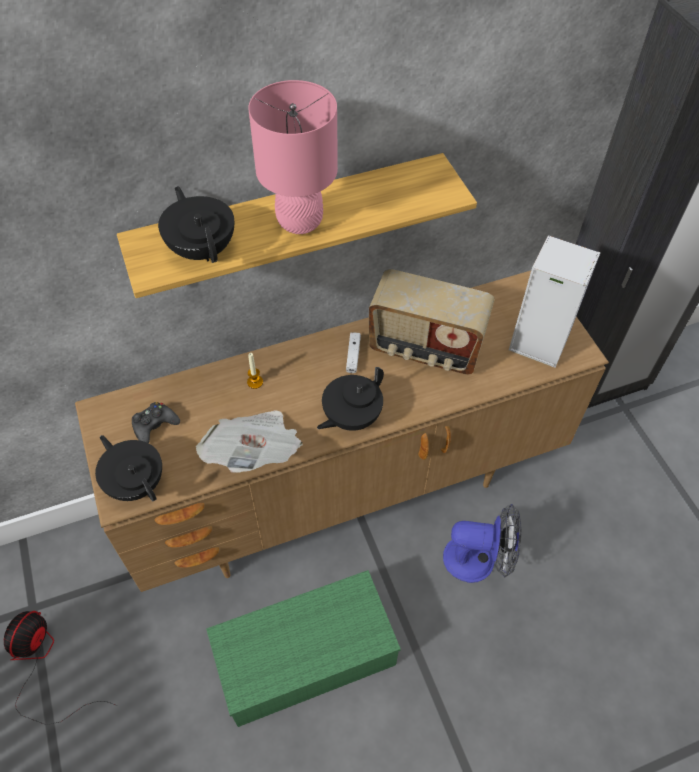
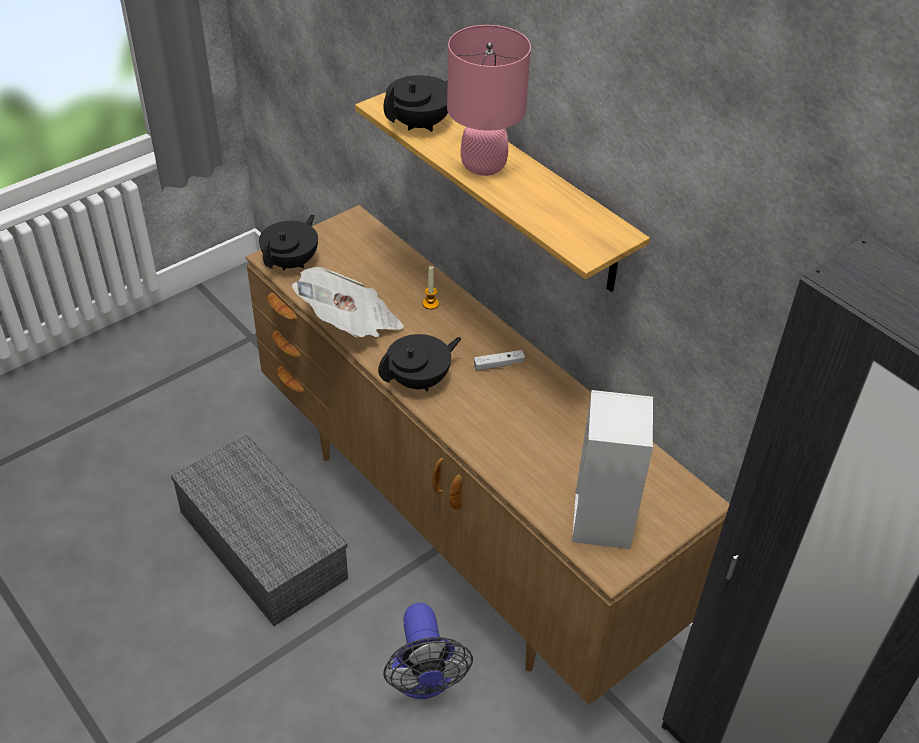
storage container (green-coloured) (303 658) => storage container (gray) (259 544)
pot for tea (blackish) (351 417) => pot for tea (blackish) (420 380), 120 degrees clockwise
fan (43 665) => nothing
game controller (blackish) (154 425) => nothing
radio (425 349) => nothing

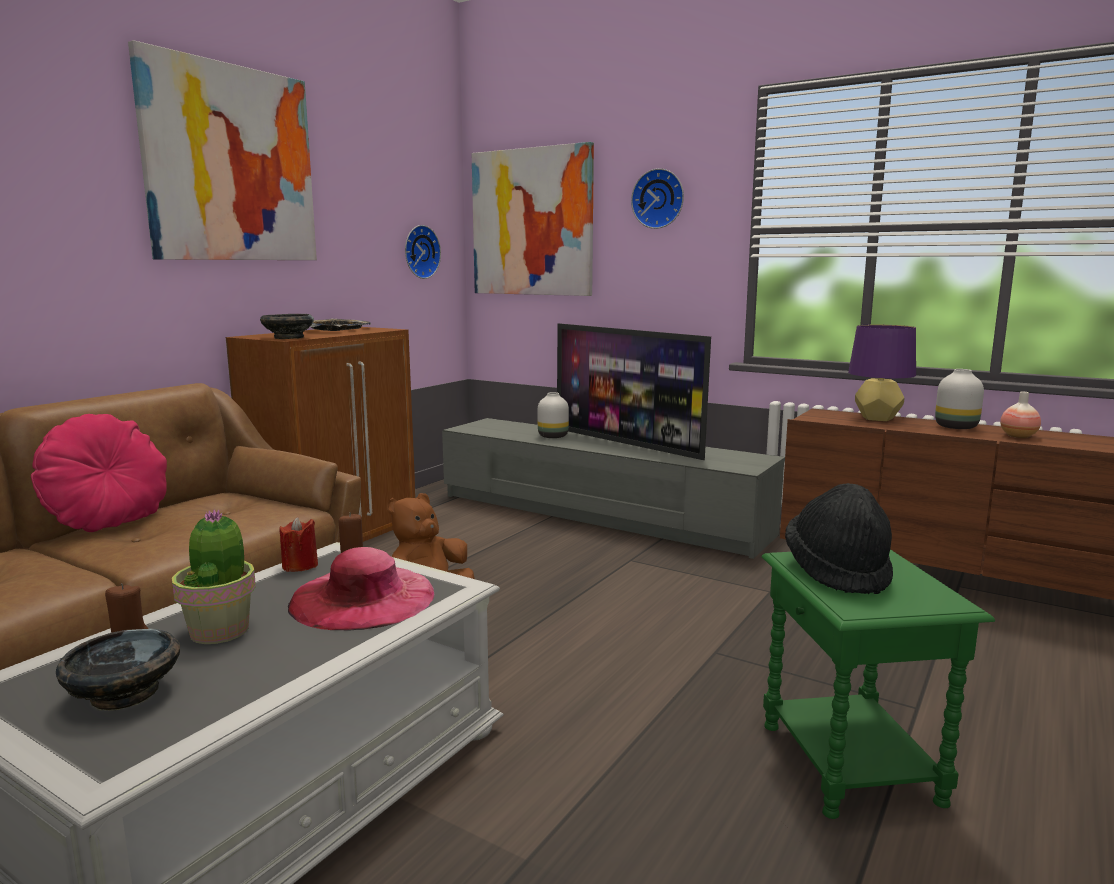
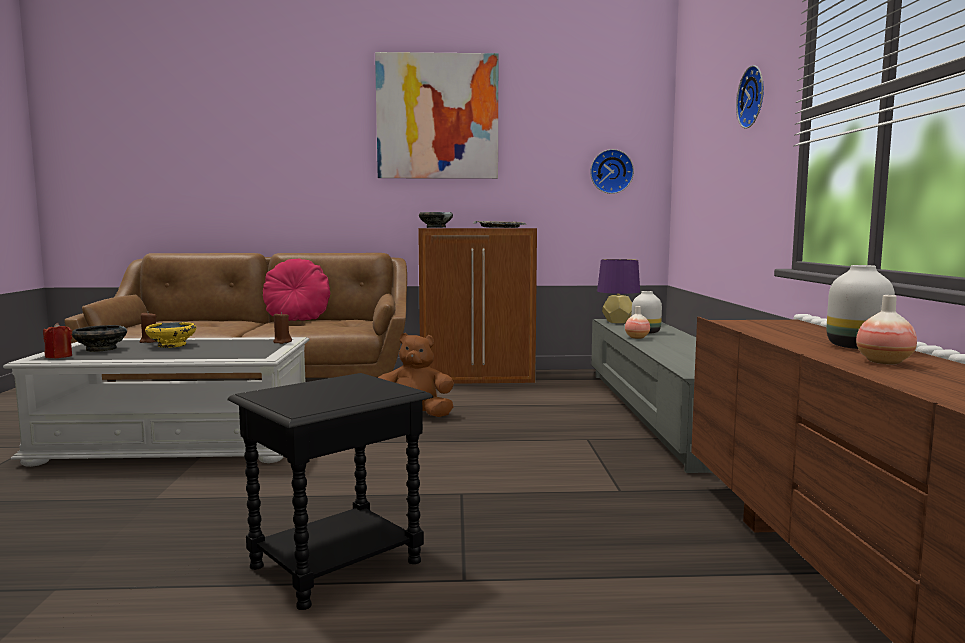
candle (red-coloured) (300 566) => candle (red-coloured) (59 356), move
houseplant (220 630) => serving bowl (yellow-coloured) (171 345)
end table (green-coloured) (852 761) => end table (blackish) (337 564)
tabletop lamp (purplish) (877 418) => tabletop lamp (purplish) (617 322), move
nothing => vase (637 338)
clothing hat (pink-coloured) (363 598) => nothing
picture (532 222) => nothing
television (627 443) => nothing
clothing hat (blackish) (838 572) => nothing

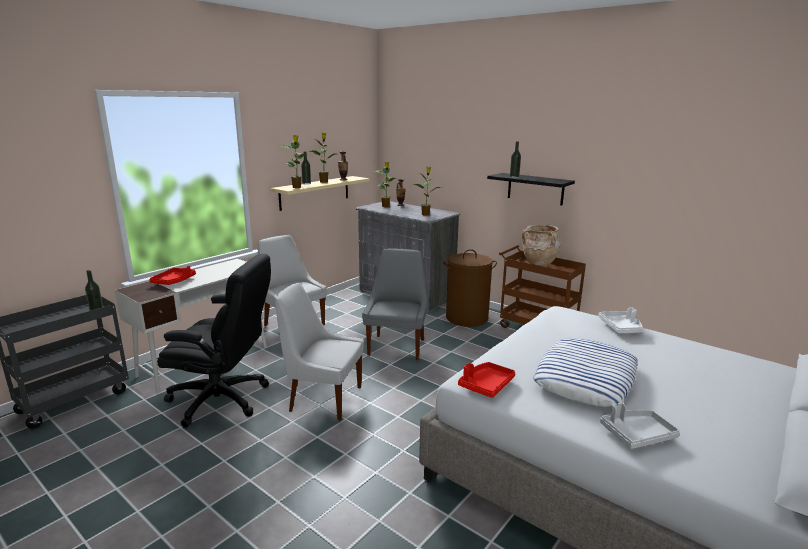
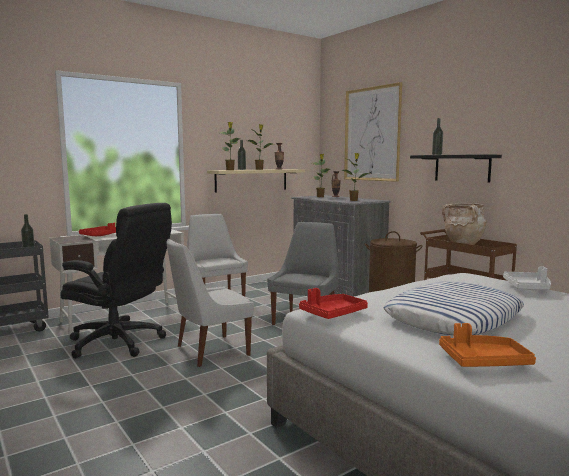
plain chair (white-coloured) (323 398) => plain chair (white-coloured) (209 351), 60 degrees counterclockwise
nothing => picture (372 134)
carrying tray (gray) (636 434) => carrying tray (orange) (483 361)

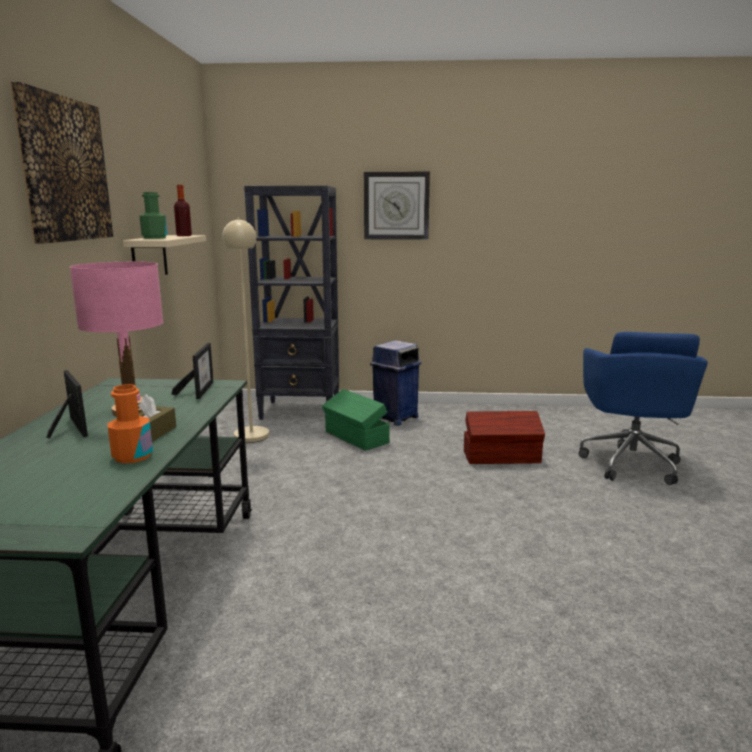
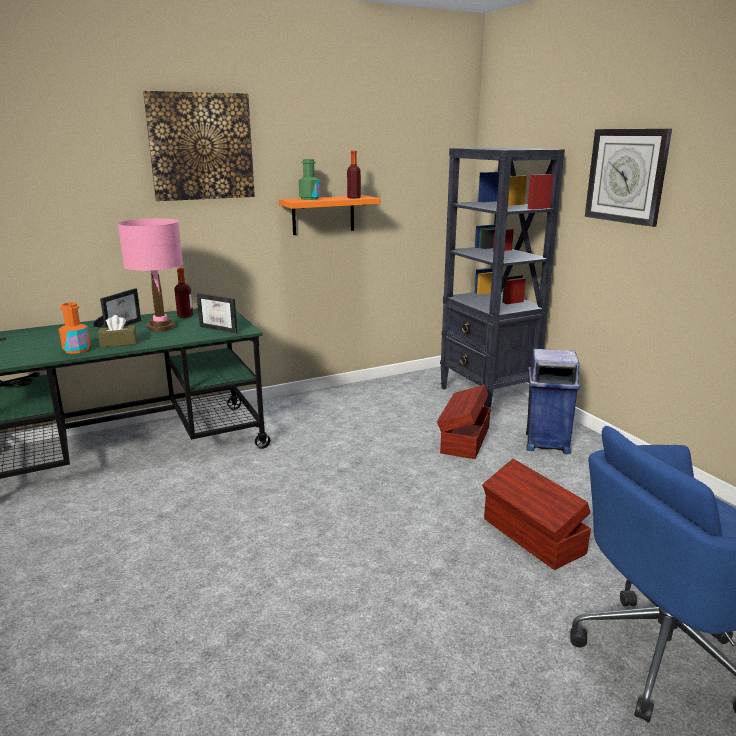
nothing => drink bottle (185 316)
picture frame (199 390) => picture frame (222 328), 60 degrees clockwise
bracket shelf (beige-coloured) (149 258) => bracket shelf (orange) (323 215)
storage container (green-coloured) (356 438) => storage container (brown-coloured) (464 440)
floor lamp (beige-coloured) (252 440) => nothing

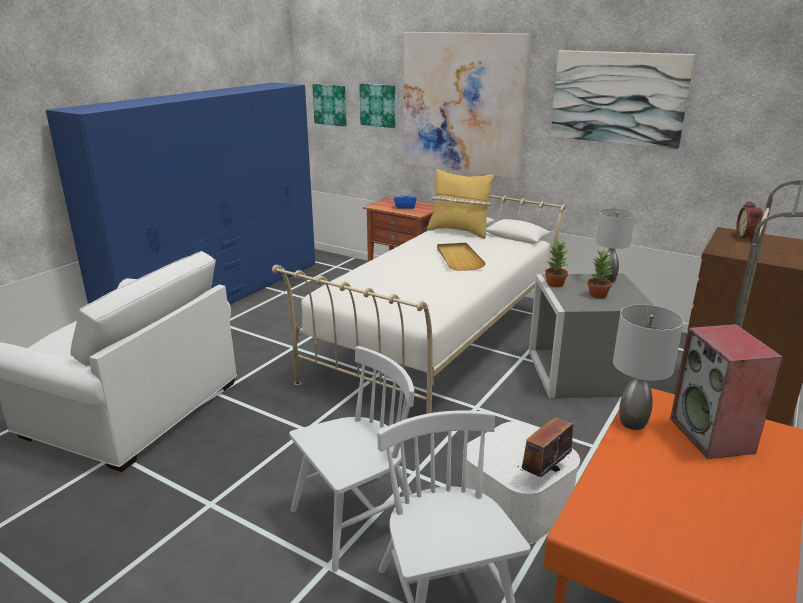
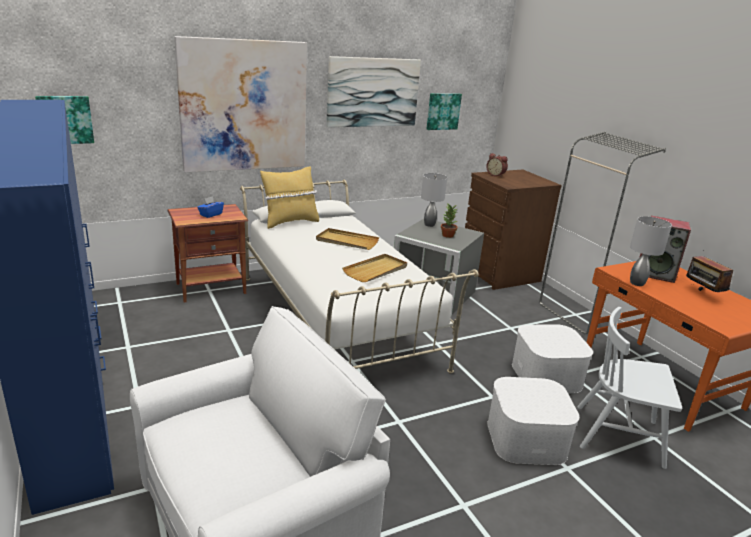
nothing => carrying tray (beige-coloured) (376 270)
picture (378 105) => picture (443 111), move
plain chair (white-coloured) (357 519) => storage container (white-coloured) (526 438)
radio (544 473) => radio (702 294), move
houseplant (555 284) => nothing

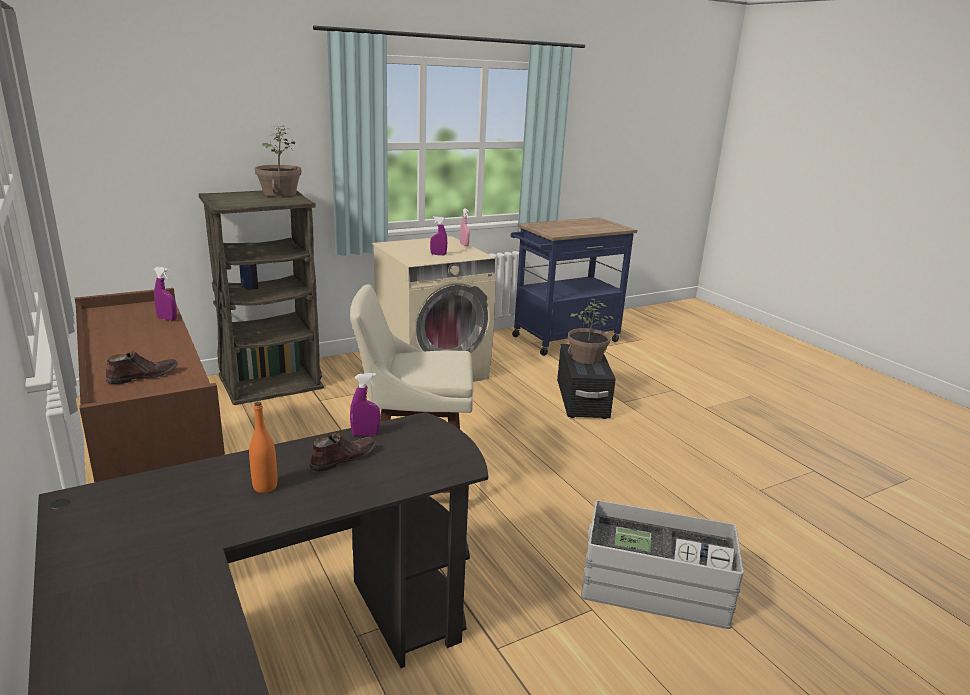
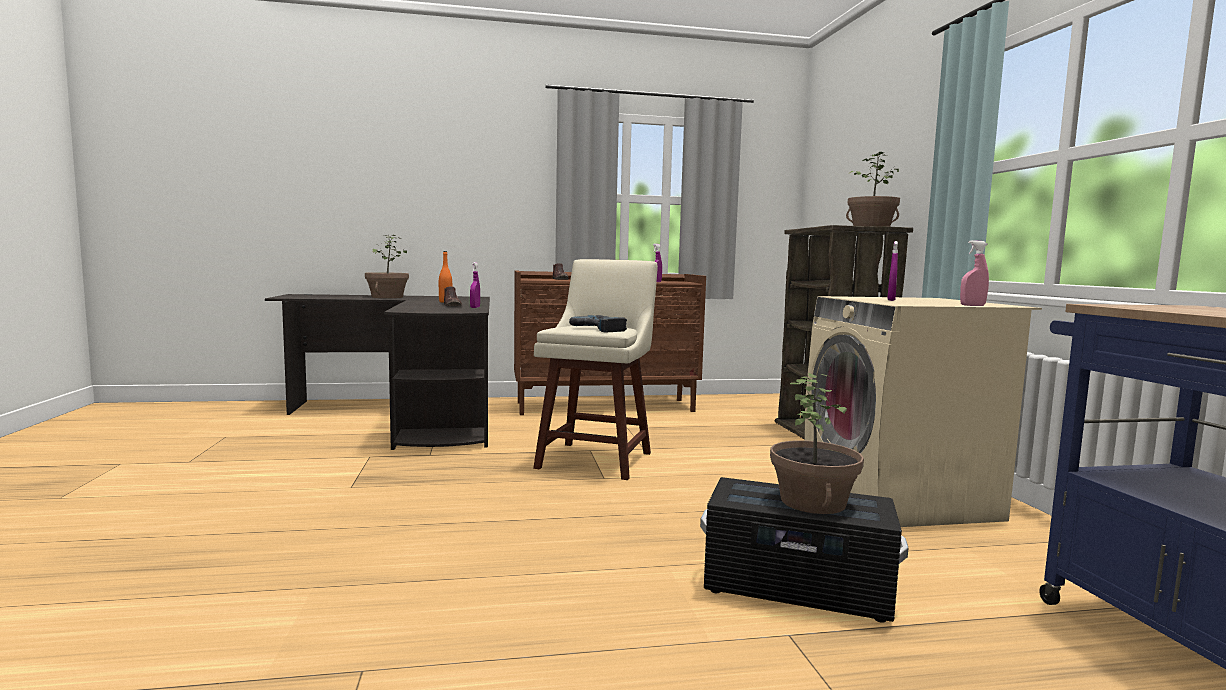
nothing => houseplant (387 297)
nothing => drill (603 329)
storage container (gray) (655 585) => nothing

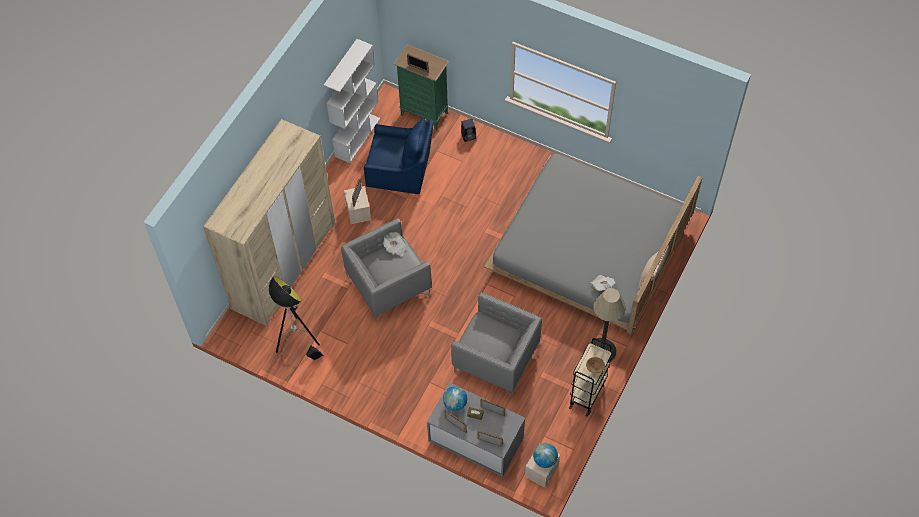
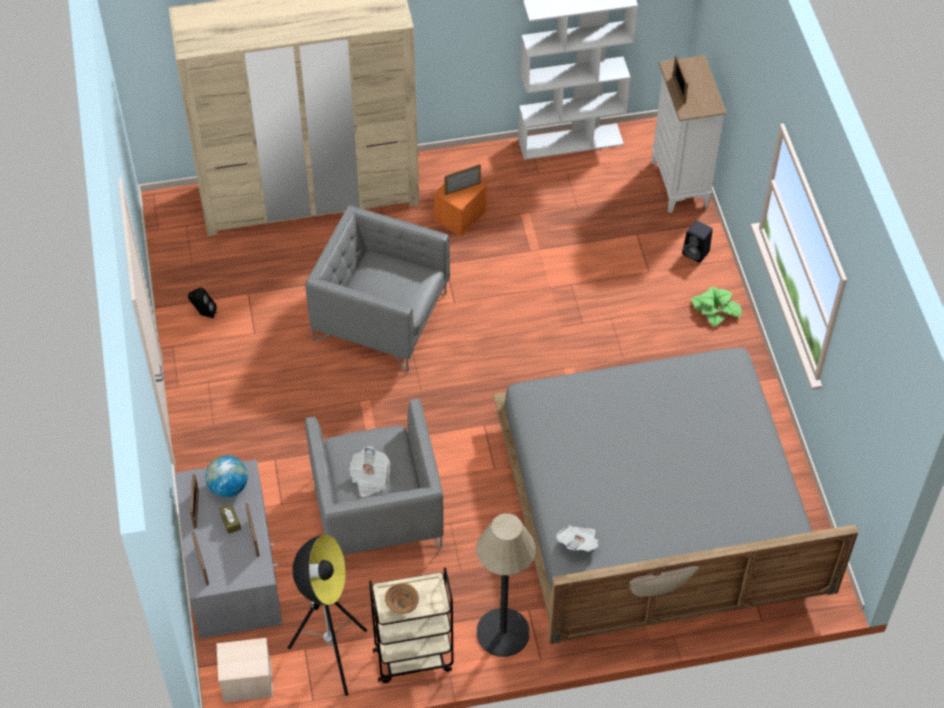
floor lamp (296 339) => floor lamp (331 656), move
printed paper (395 247) => printed paper (369 478), move
storage container (beige-coloured) (358 211) => storage container (orange) (460 215)
chest of drawers (green-coloured) (424 115) => chest of drawers (white-coloured) (678 185)
nothing => houseplant (716 309)
armchair (bluish) (401 171) => nothing
globe (545 460) => nothing

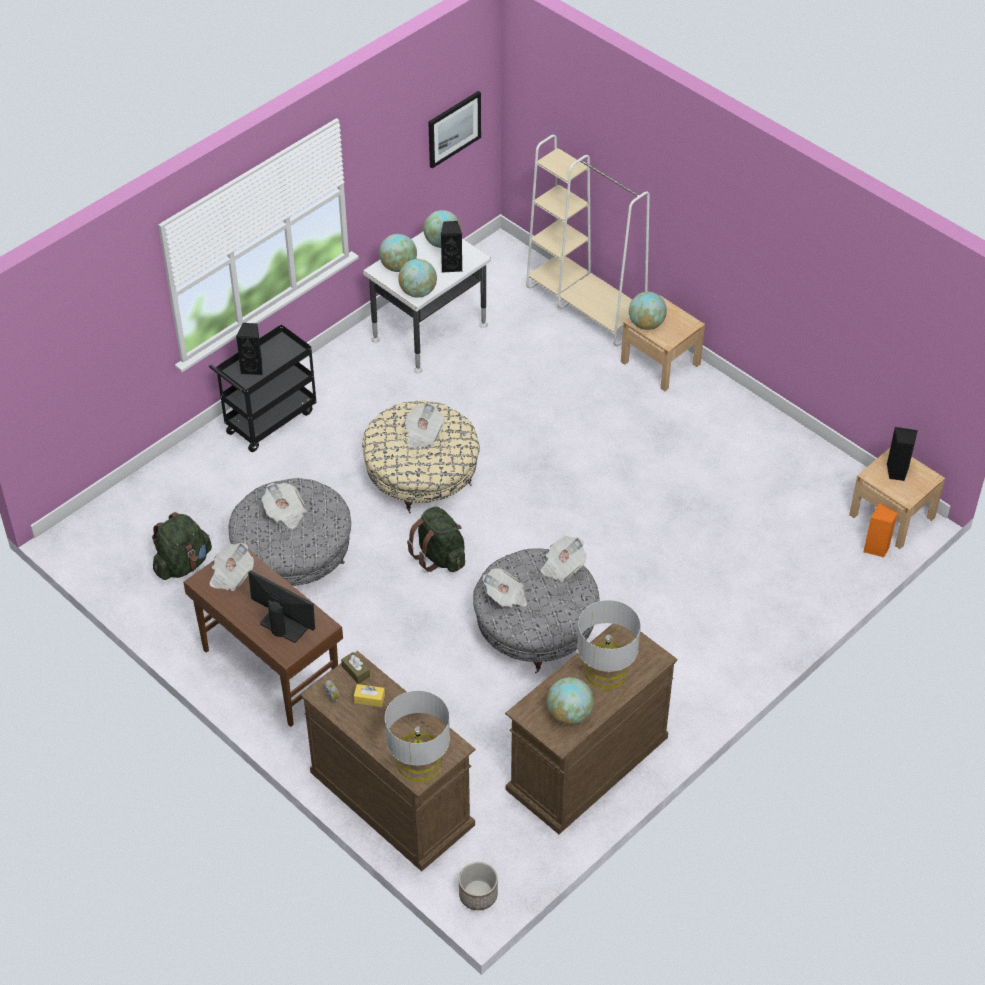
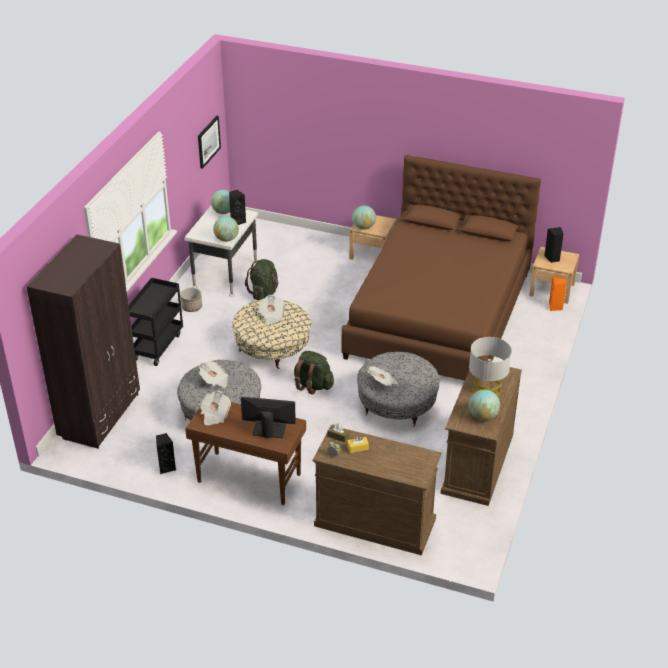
nothing => wardrobe (brown-coloured) (100 416)
speaker (blackish) (253 368) => speaker (blackish) (166 467), move
flower pot (478 894) => flower pot (192 307), move
rucksack (green-coloured) (183 564) => rucksack (green-coloured) (264 293), move
nothing => bed (brown-coloured) (439 315)
globe (398 267) => nothing
tabletop lamp (gray) (419 762) => nothing
garment stand (beige-coloured) (586 308) => nothing
printed paper (562 566) => nothing

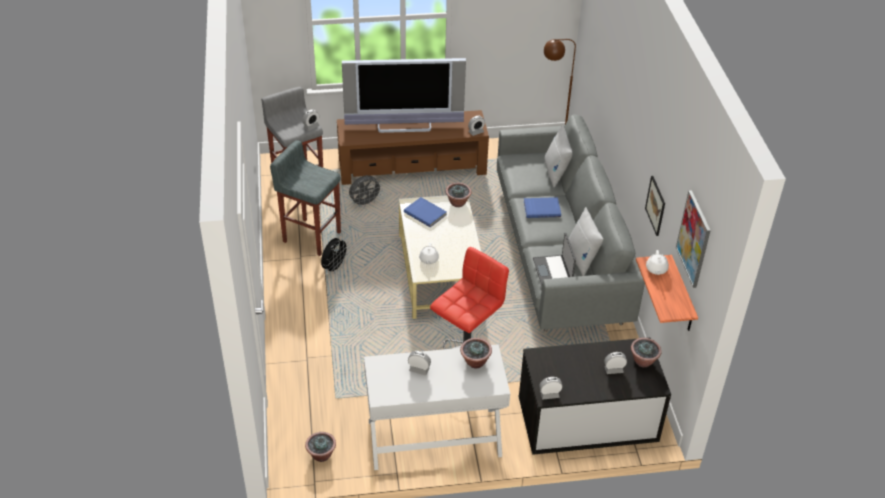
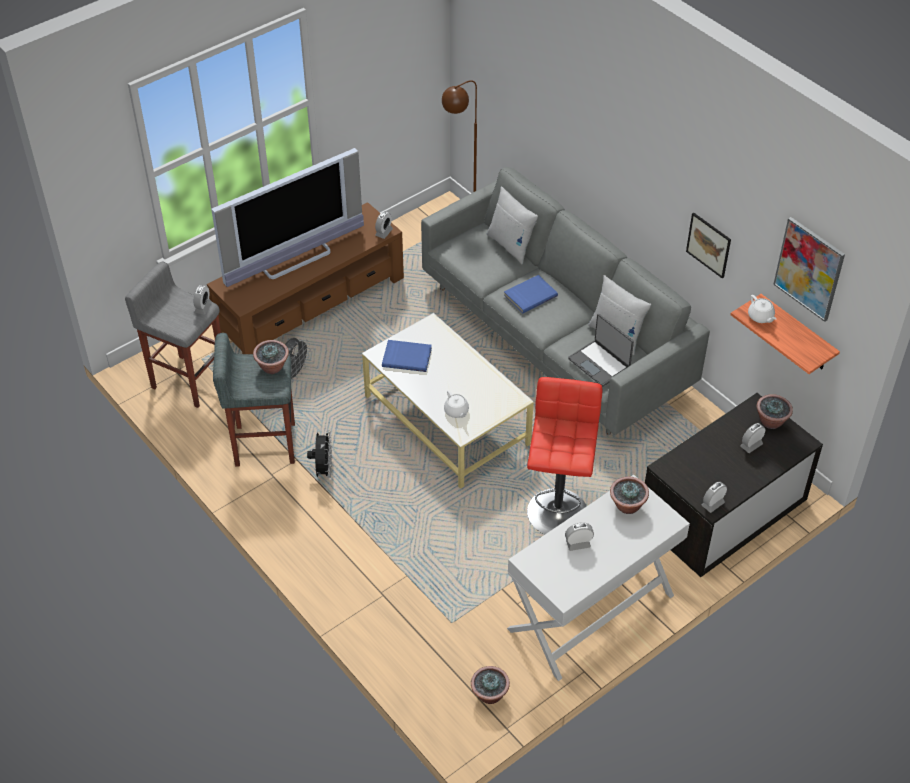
houseplant (458 203) => houseplant (273 367), move

